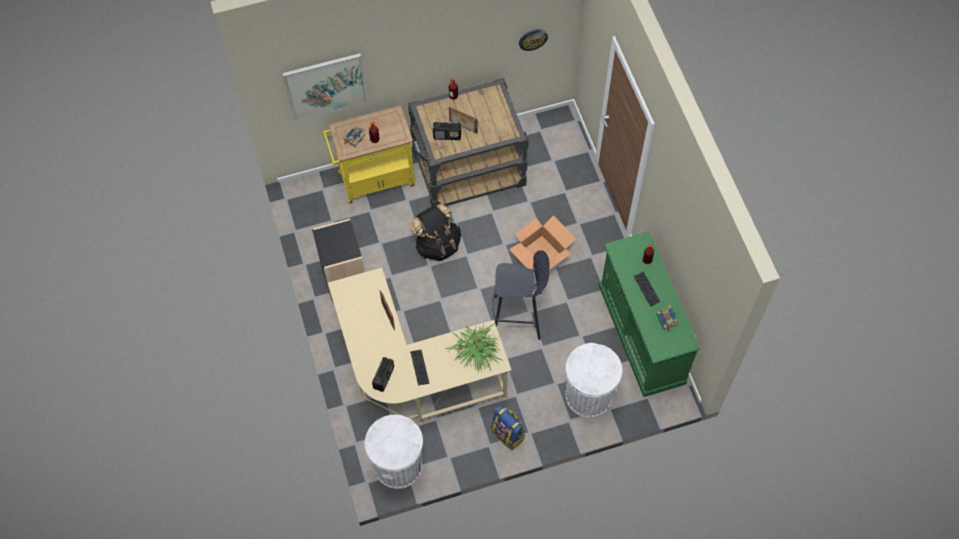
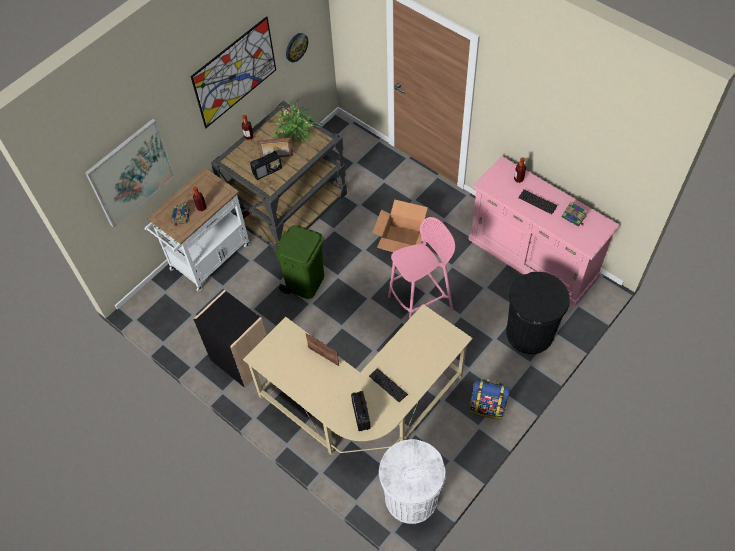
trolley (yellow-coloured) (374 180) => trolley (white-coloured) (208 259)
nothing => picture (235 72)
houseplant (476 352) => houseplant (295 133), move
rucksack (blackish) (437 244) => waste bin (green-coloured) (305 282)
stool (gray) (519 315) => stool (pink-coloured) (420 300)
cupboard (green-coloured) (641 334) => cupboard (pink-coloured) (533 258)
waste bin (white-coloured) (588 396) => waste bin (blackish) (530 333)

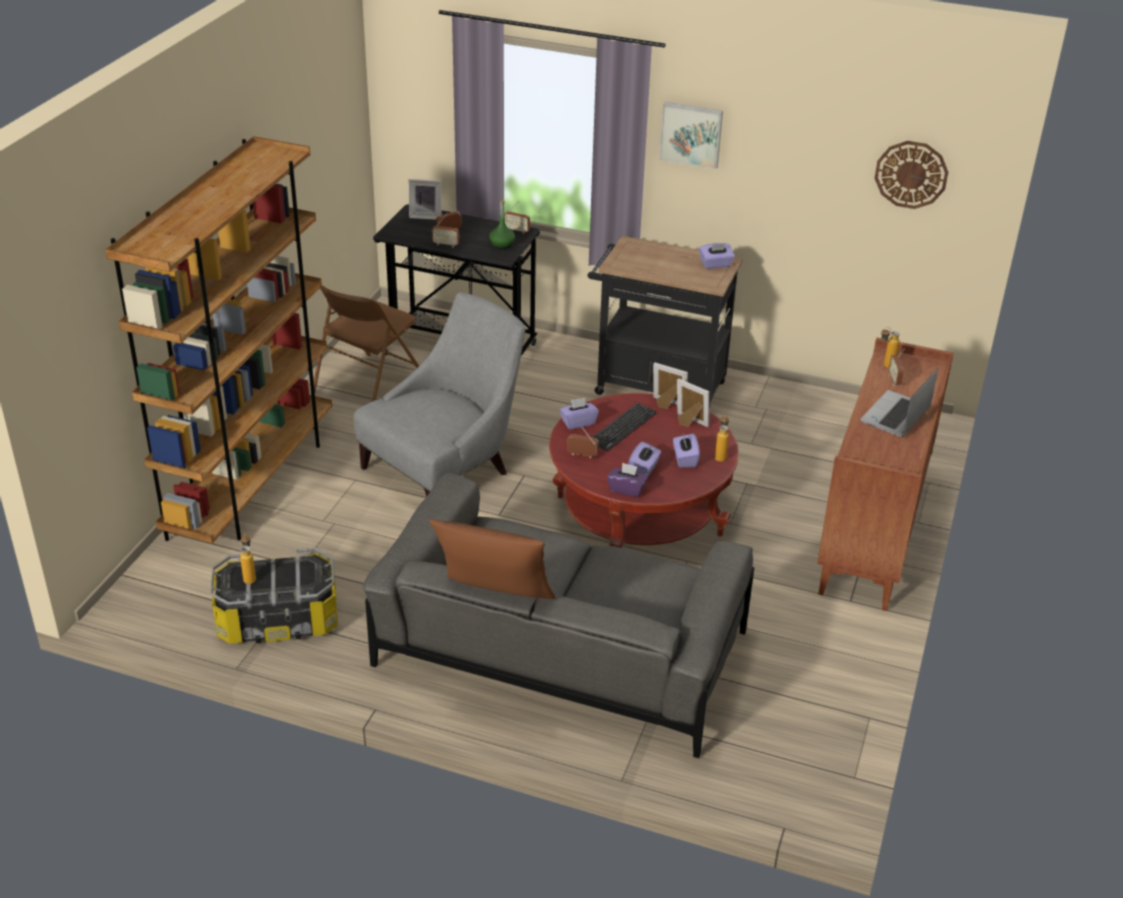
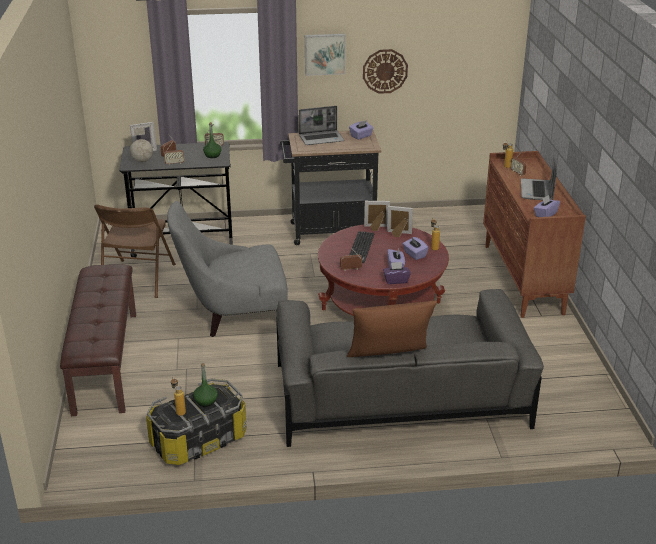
bookshelf (brown-coloured) (252 483) => long seat (brown-coloured) (105 361)
nothing => globe (142 161)
armchair (gray) (445 465) => armchair (gray) (233 312), 120 degrees counterclockwise
nothing => drink bottle (green-coloured) (206 401)
nothing => laptop (322 138)
clock on the wall (911 174) => clock on the wall (385 71), move
tissue box (purplish) (578 422) => tissue box (purplish) (545 214), move

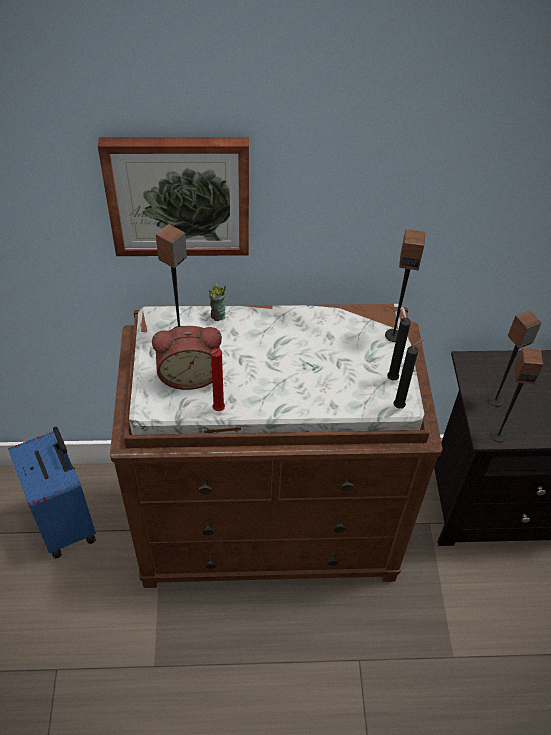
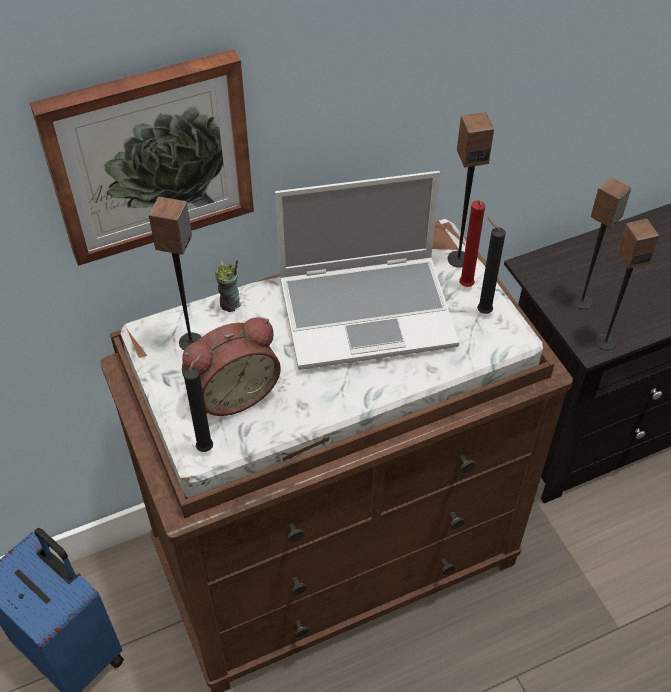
candle (blackish) (400 406) => candle (blackish) (207 447), move
nothing => laptop (368 312)
candle (red-coloured) (217 410) => candle (red-coloured) (466 287), move

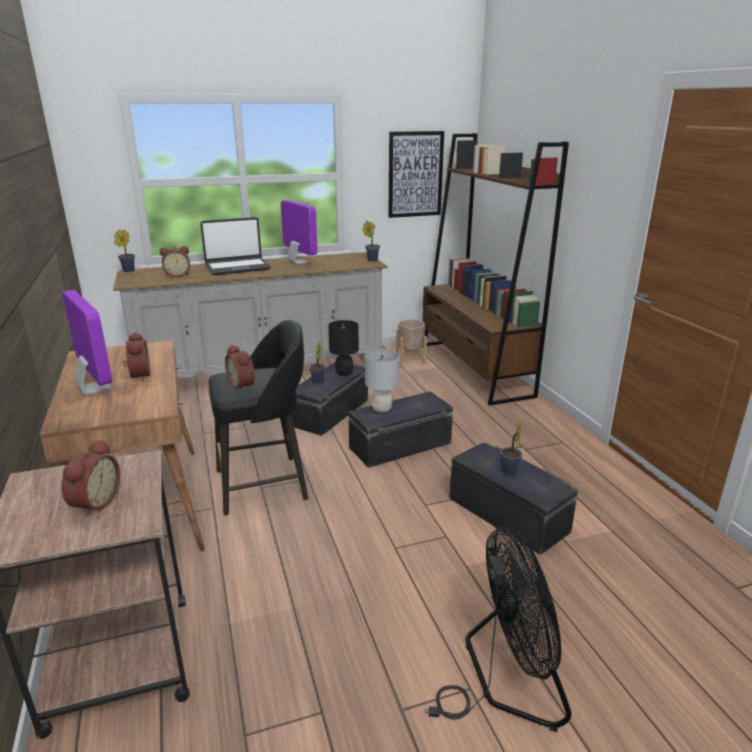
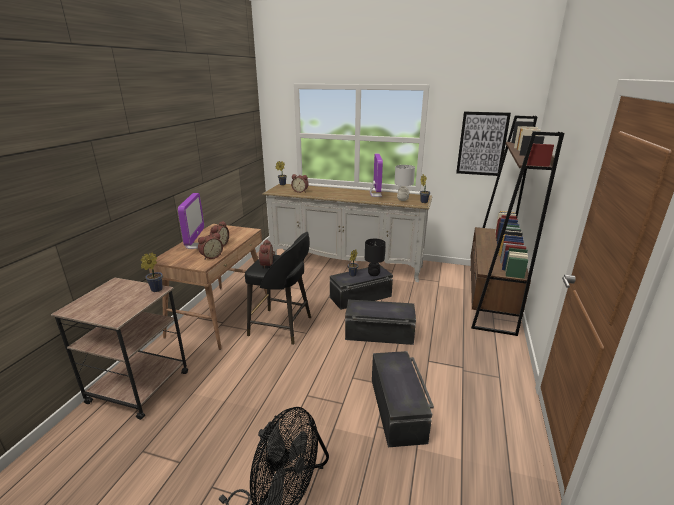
houseplant (509 472) => houseplant (155 290), move
alarm clock (93 502) => alarm clock (211 256), move
tabletop lamp (gray) (380 410) => tabletop lamp (gray) (402 200), move
laptop (237 267) => nothing
flower pot (beige-coloured) (410 359) => nothing

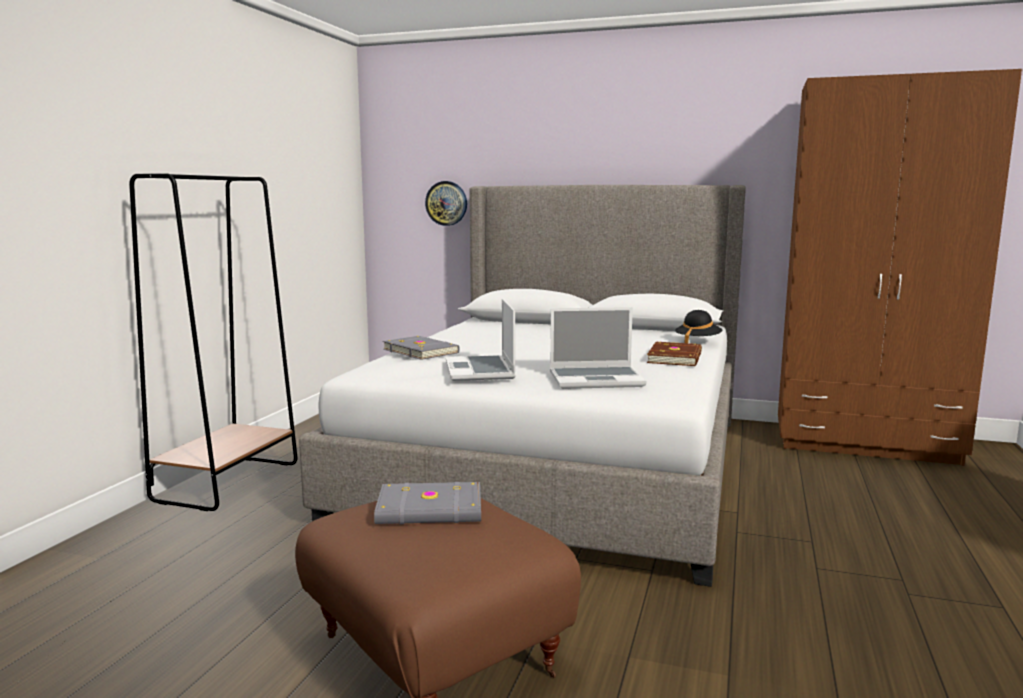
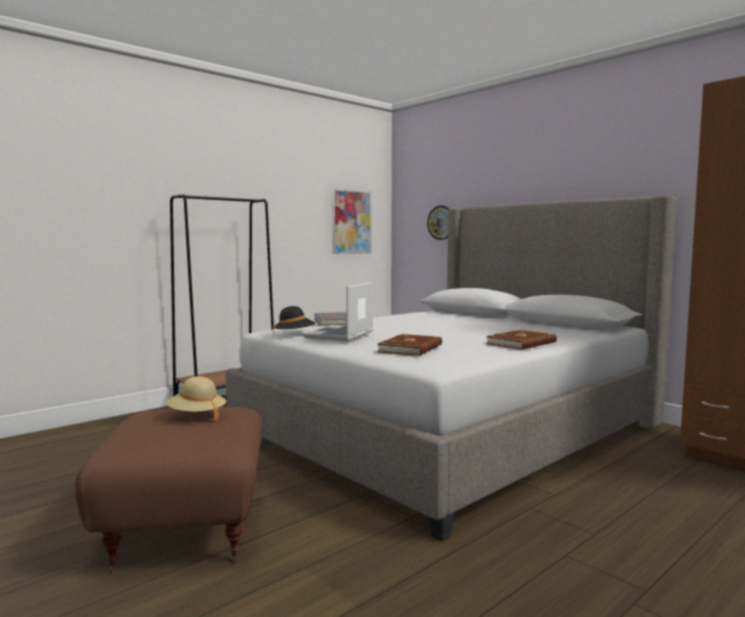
book (gray) (430 510) => clothing hat (beige-coloured) (196 416)
clothing hat (blackish) (697 341) => clothing hat (blackish) (294 335), move
nothing => picture (351 222)
laptop (597 379) => book (brown-coloured) (412 348)

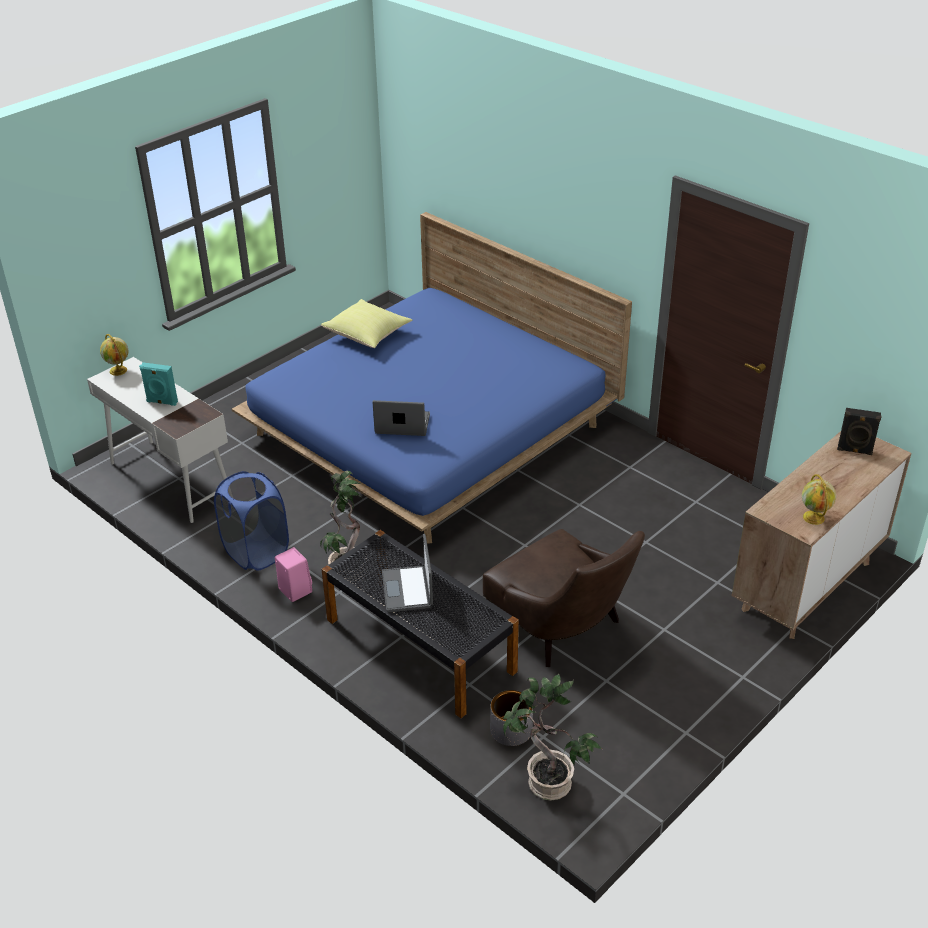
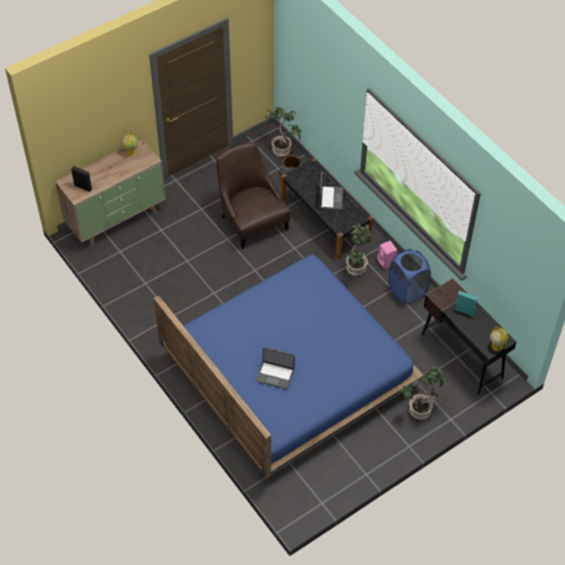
laptop (402 425) => laptop (275 375), move
nothing => houseplant (420 409)
desk unit (white-coloured) (170 480) => desk unit (blackish) (462 356)
pillow (yellow-coloured) (368 335) => nothing

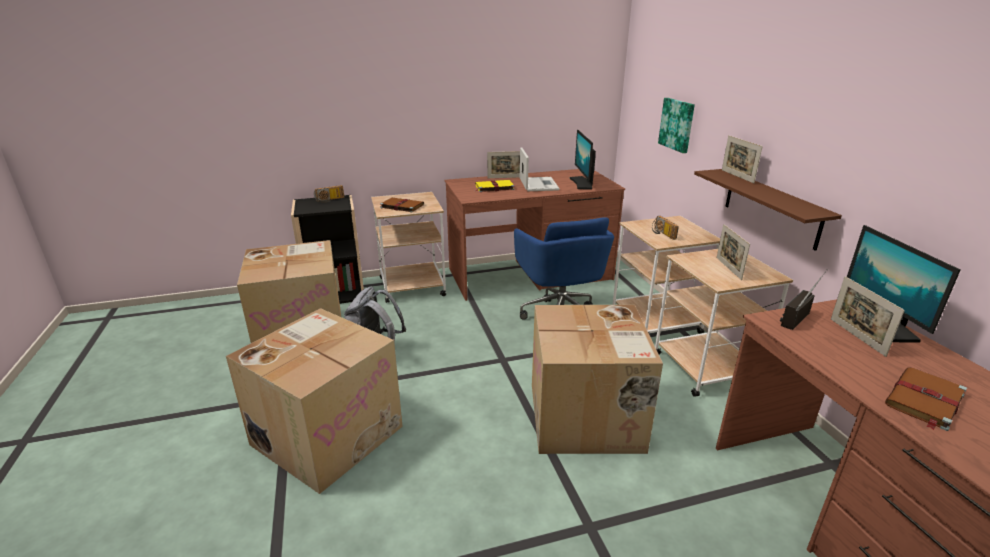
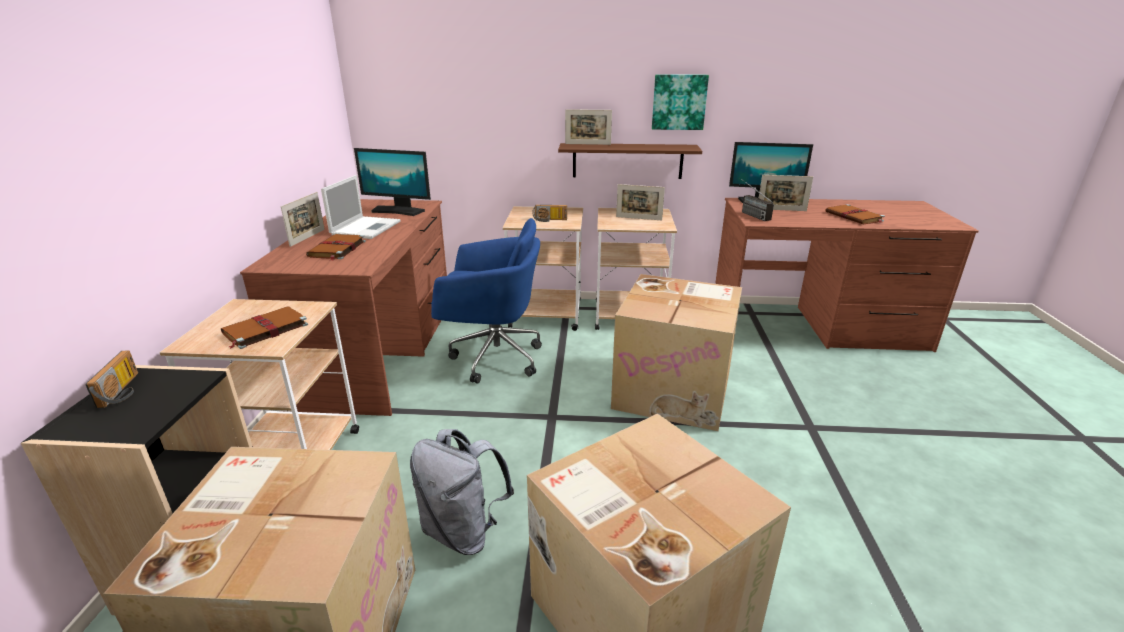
book (yellow-coloured) (493 187) => book (brown-coloured) (337 249)
laptop (538 184) => laptop (366 228), 90 degrees clockwise
picture (677 124) => picture (679 102), move

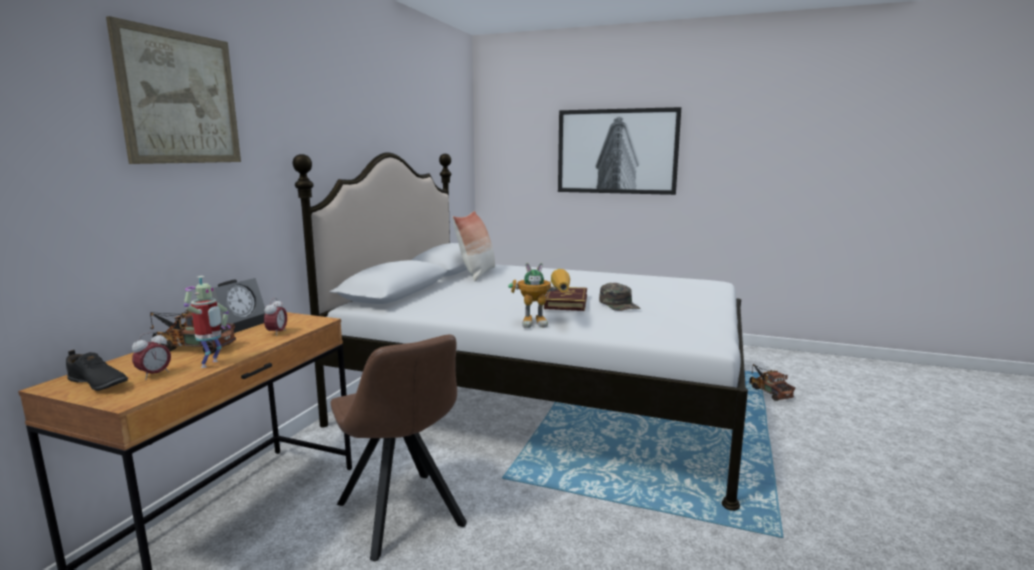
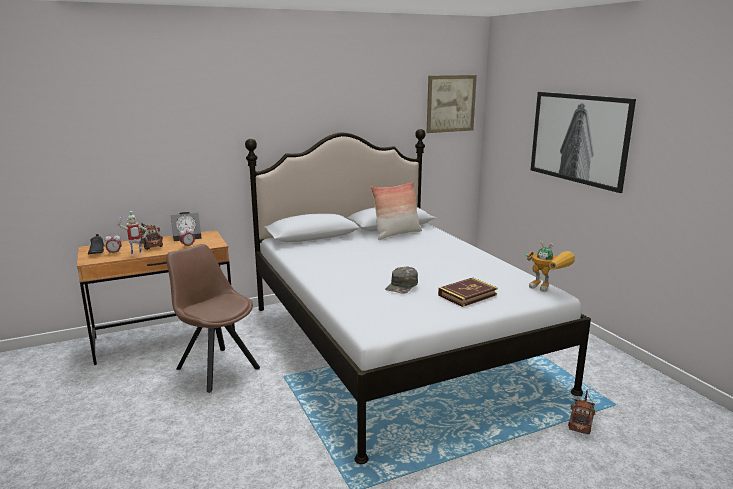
plain chair (brown-coloured) (402 514) => plain chair (brown-coloured) (217 368), 120 degrees clockwise
picture (180 98) => picture (451 103), move
book (566 302) => book (467 295), move
model robot (544 323) => model robot (548 288), move

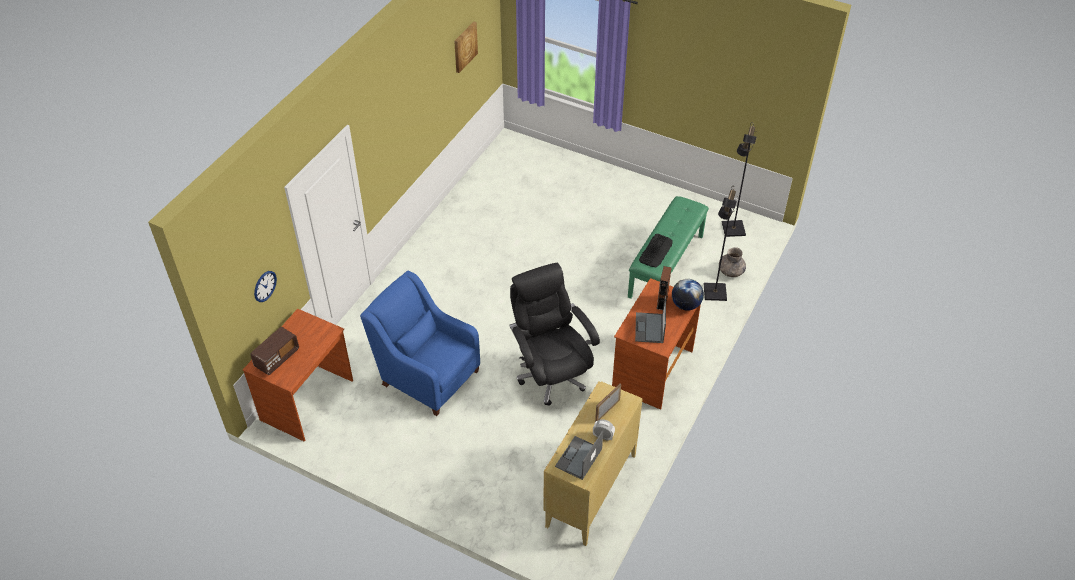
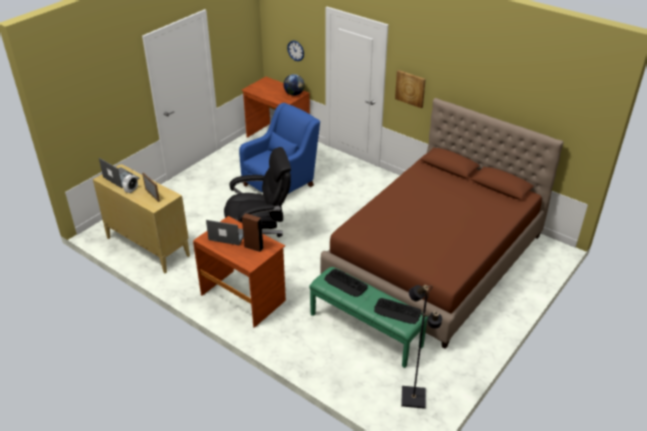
globe (686 305) => globe (294 94), move
nothing => bed (brown-coloured) (435 259)
nothing => PC keyboard (397 311)
picture (464 46) => picture (410 88), move
radio (277 358) => nothing
floor lamp (blackish) (715 292) => nothing
vase (gray) (731 271) => nothing

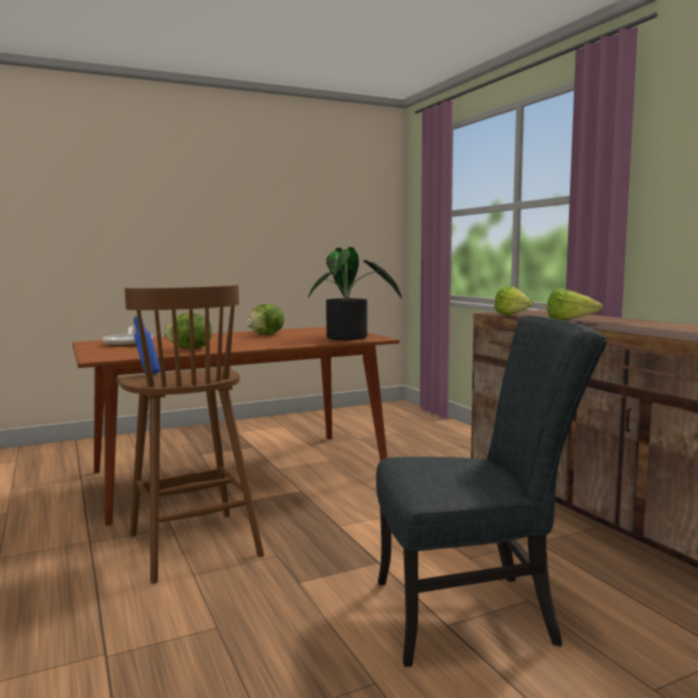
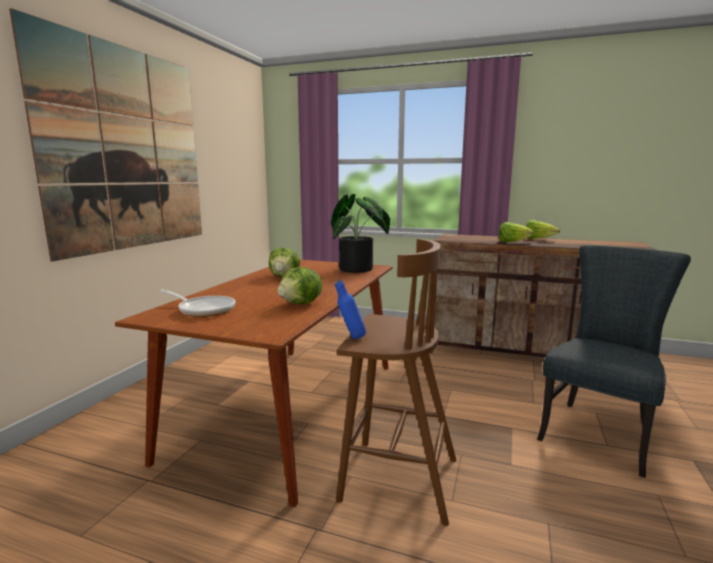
nothing => picture (128 150)
head of lettuce (513 316) => head of lettuce (538 239), move

